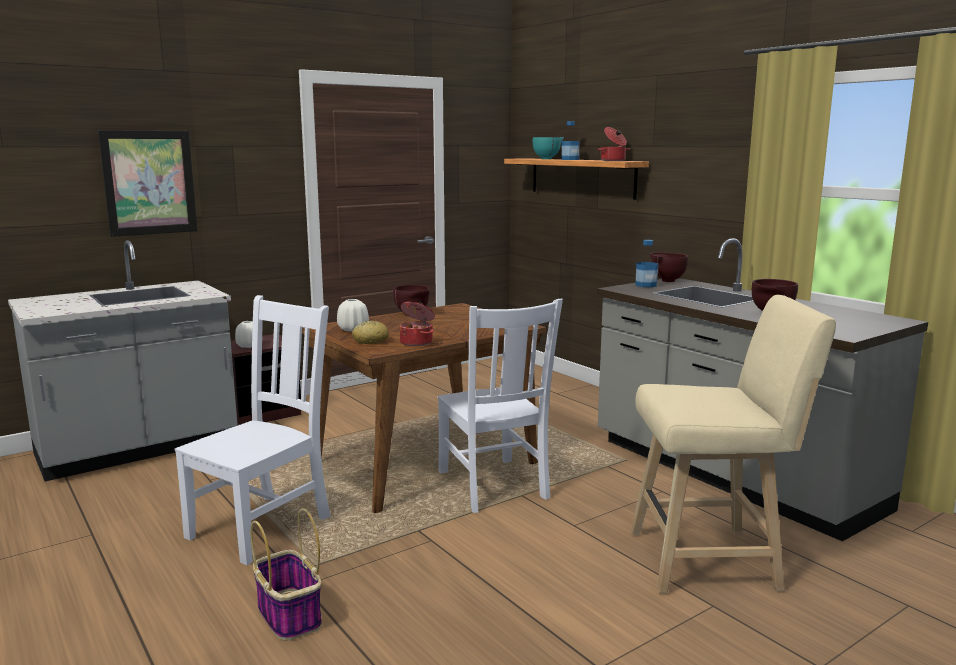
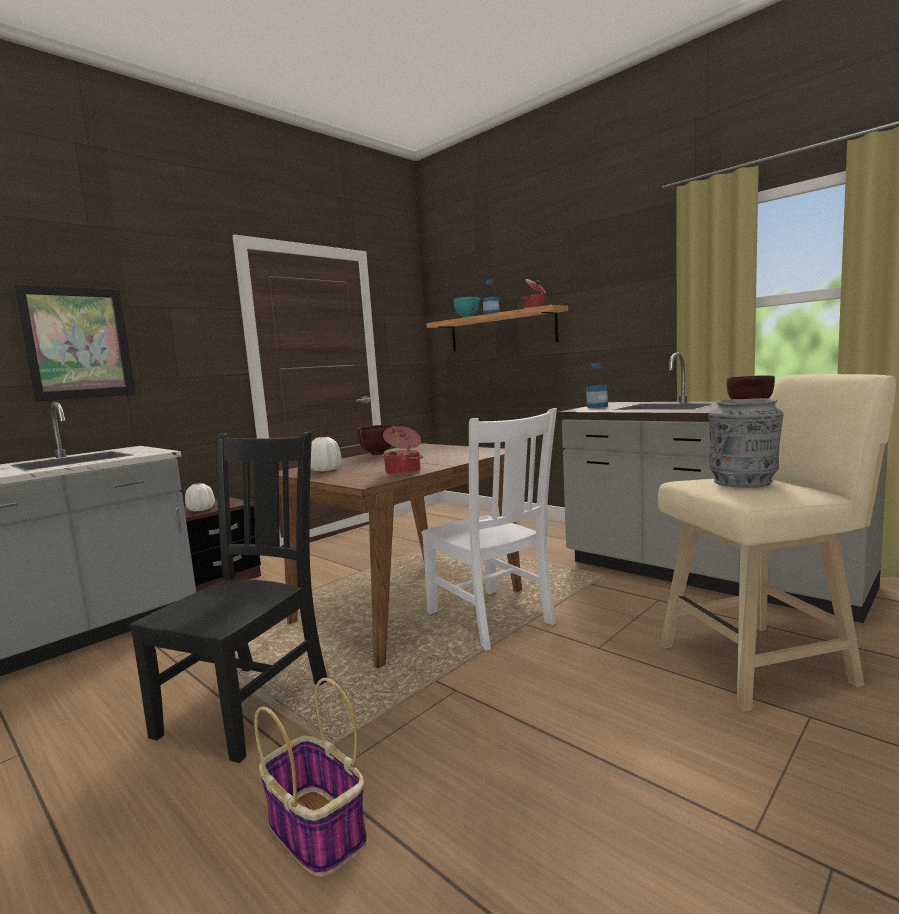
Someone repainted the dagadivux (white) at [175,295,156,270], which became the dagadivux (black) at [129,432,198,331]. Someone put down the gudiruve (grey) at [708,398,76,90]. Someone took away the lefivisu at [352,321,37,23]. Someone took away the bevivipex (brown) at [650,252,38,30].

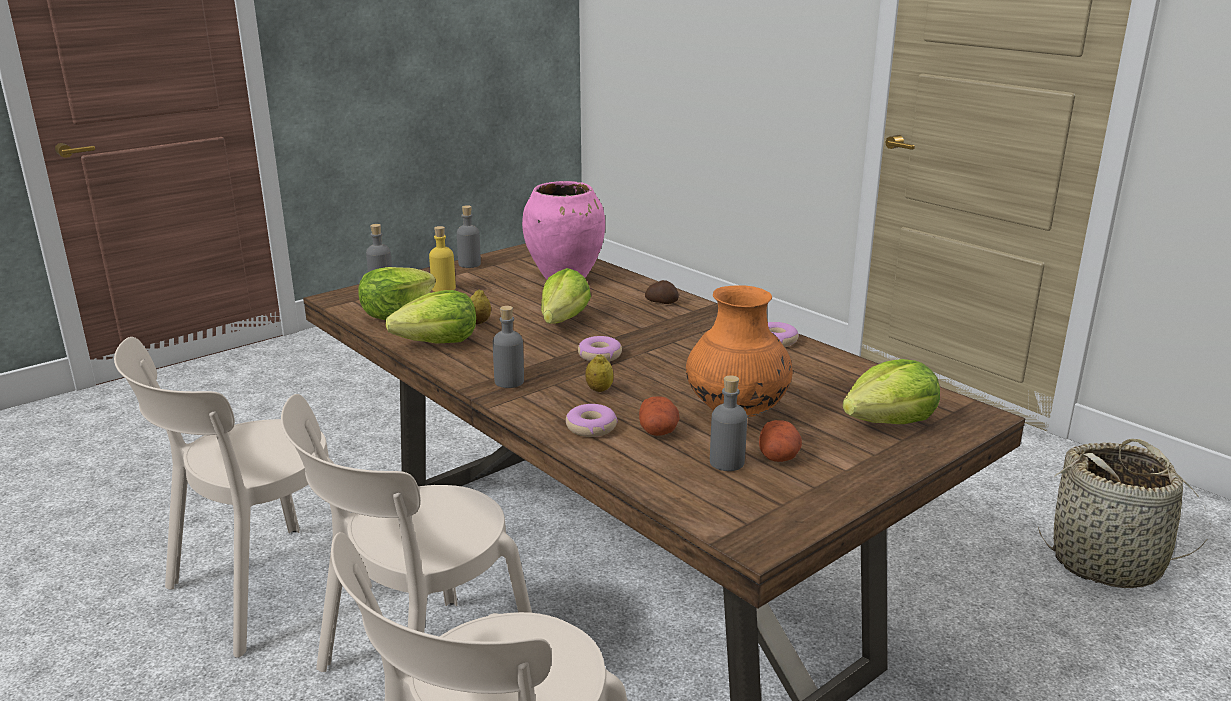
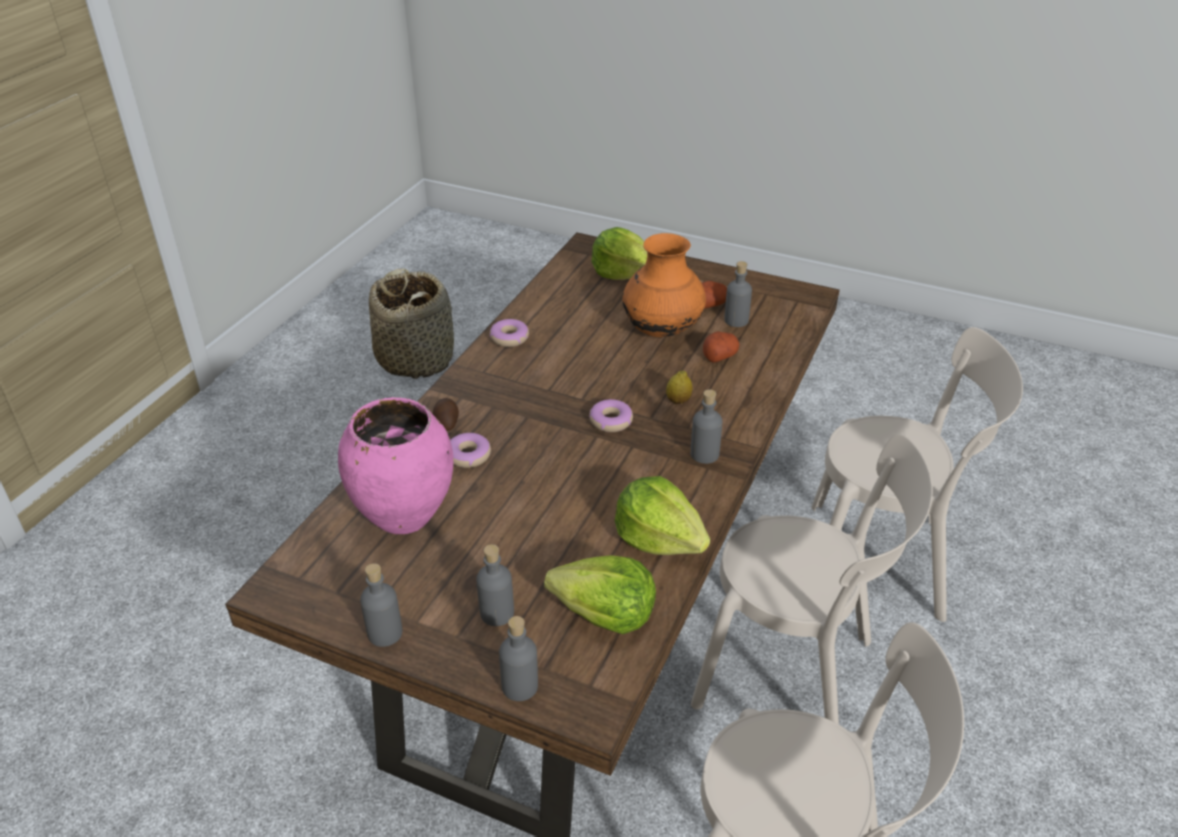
Someone carried the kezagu from [566,404,52,33] to [450,433,41,35]. Someone repainted the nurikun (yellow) at [429,226,27,66], which became the nurikun (grey) at [476,544,38,82]. Someone took away the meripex at [470,289,21,35]. Someone took away the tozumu at [541,268,50,56].

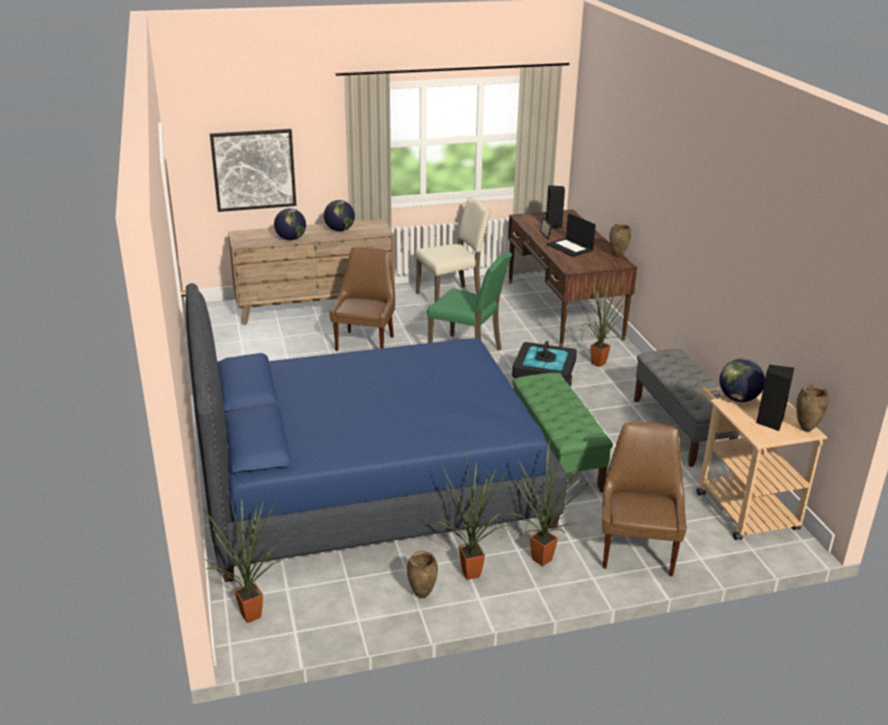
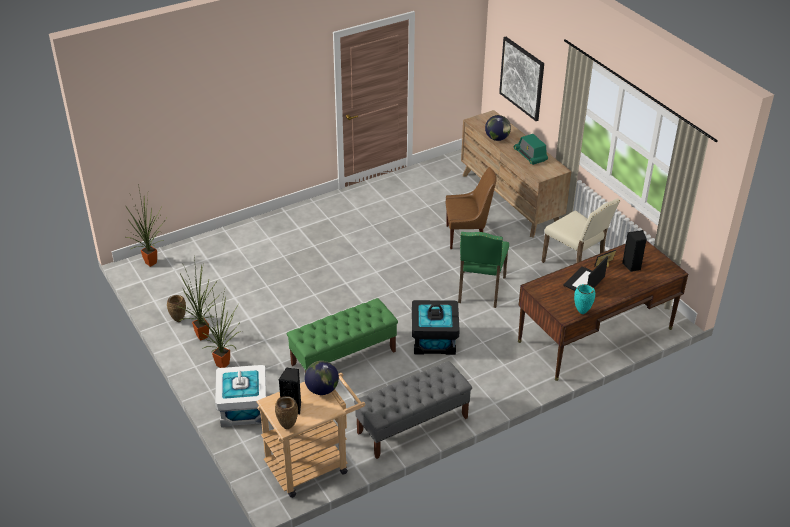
Someone swapped the dagadivux (brown) at [602,422,85,154] for the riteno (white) at [215,365,51,62]. Someone swapped the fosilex at [324,200,31,31] for the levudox at [514,134,34,31]. Someone repainted the gudiruve (brown) at [609,224,22,34], which became the gudiruve (turquoise) at [574,284,21,30]. Someone took away the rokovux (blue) at [185,283,382,299]. Someone took away the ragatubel at [578,265,54,102].

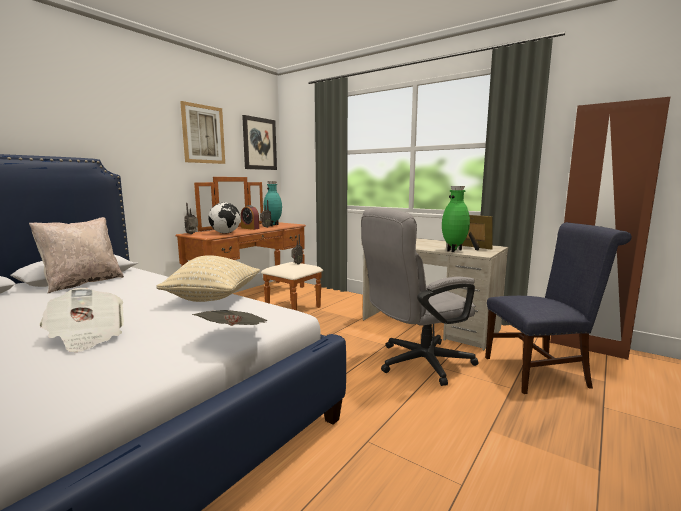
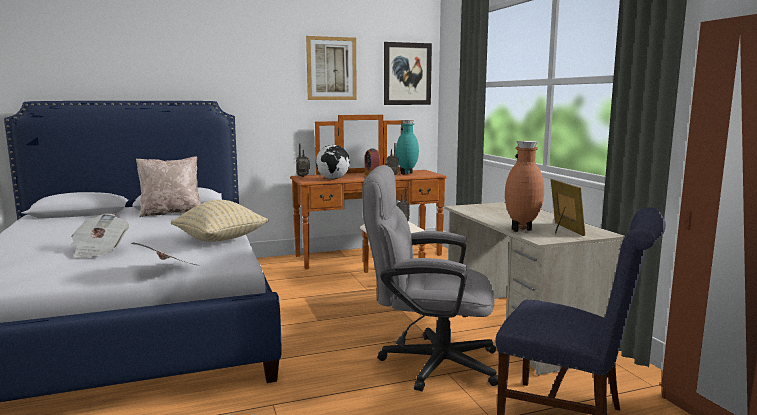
Someone repainted the gudiruve (green) at [442,186,28,66], which became the gudiruve (brown) at [505,141,39,91].

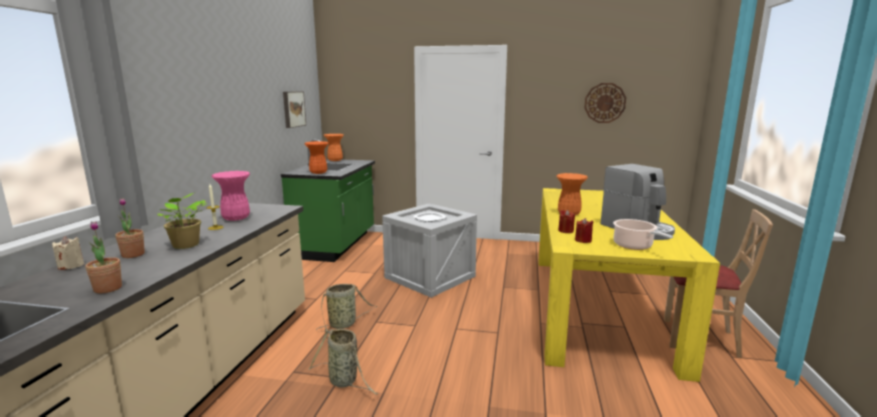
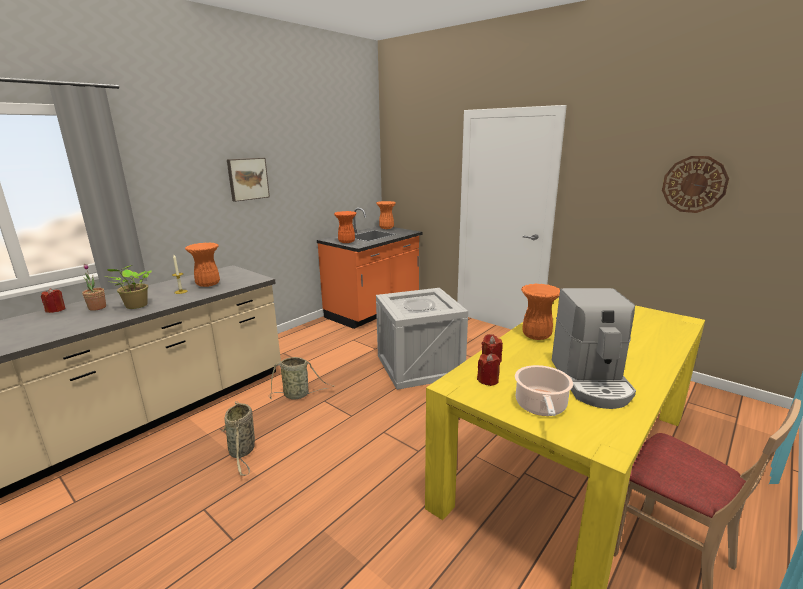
Someone repainted the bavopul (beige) at [52,236,32,34], which became the bavopul (red) at [41,288,24,25]. Someone repainted the gudiruve (pink) at [212,171,38,50], which became the gudiruve (orange) at [185,243,35,44]. Someone carried the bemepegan from [283,92,23,36] to [227,158,43,44]. Someone repainted the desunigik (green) at [281,140,94,122], which became the desunigik (orange) at [317,208,105,121]. Someone took away the ragatubel at [85,221,37,72].

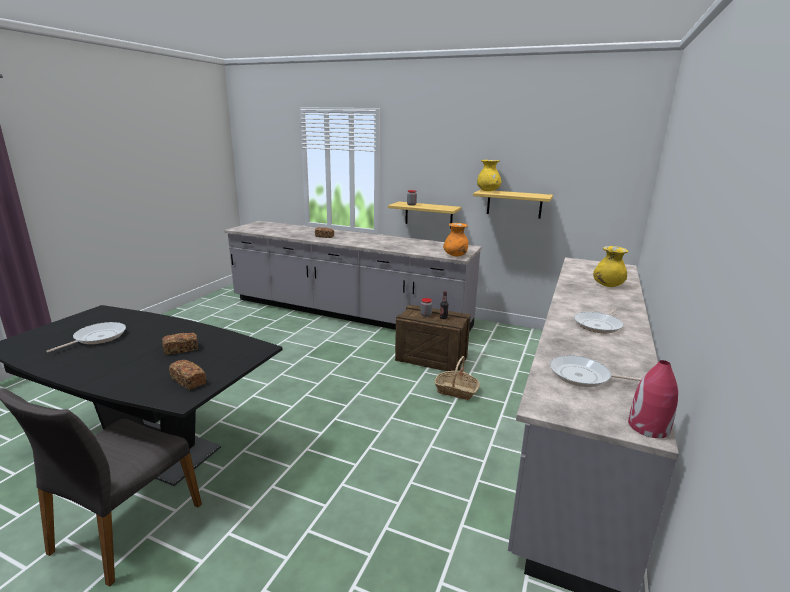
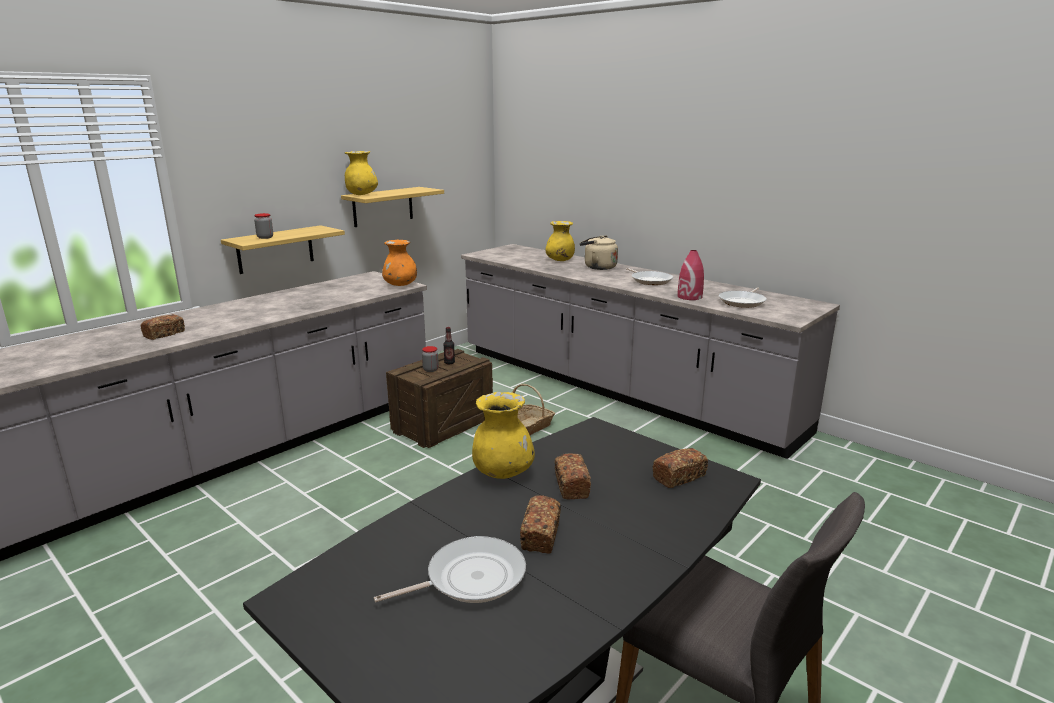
Someone rotated the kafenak at [46,322,80,31] by 105 degrees clockwise. Someone put down the gudiruve (yellow) at [472,392,63,87]. Someone put down the lefivisu at [520,495,41,59]. Someone put down the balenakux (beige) at [580,235,38,35]. Someone carried the gudiruve (red) from [628,360,50,78] to [677,250,27,50].

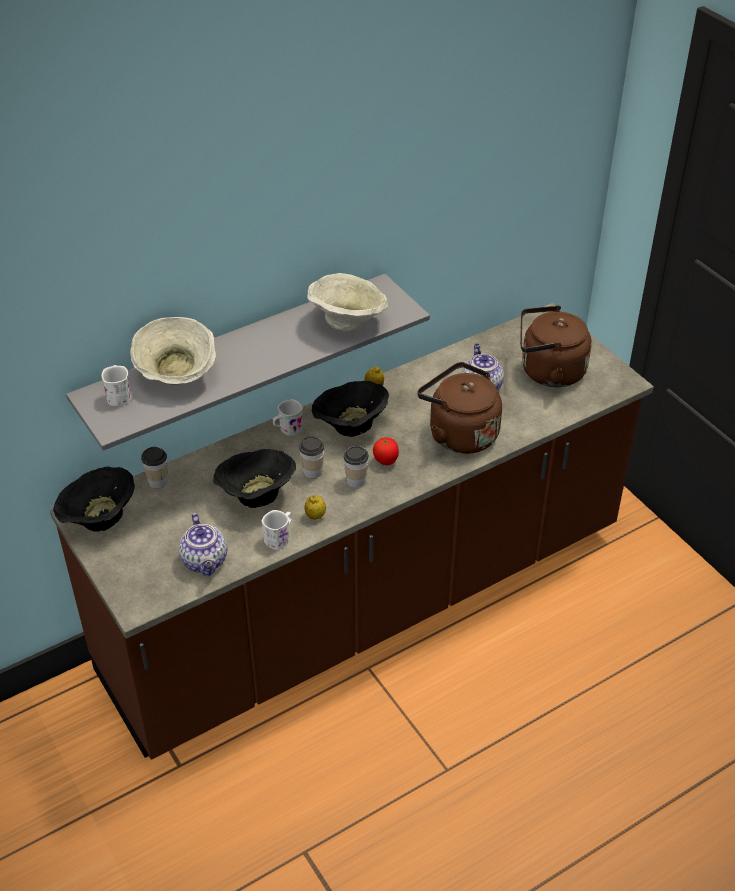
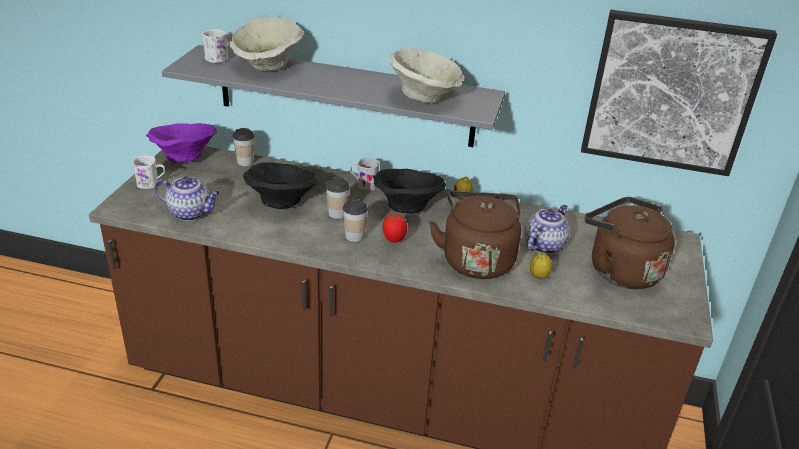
Someone carried the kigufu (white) from [262,510,30,40] to [132,156,33,33]. Someone repainted the bevivipex (black) at [53,466,82,66], which became the bevivipex (purple) at [146,123,71,40]. Someone rotated the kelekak at [178,513,50,63] by 105 degrees counterclockwise. Someone carried the meripex from [304,495,22,25] to [530,251,22,28]. Someone put up the bemepegan at [581,10,196,166].

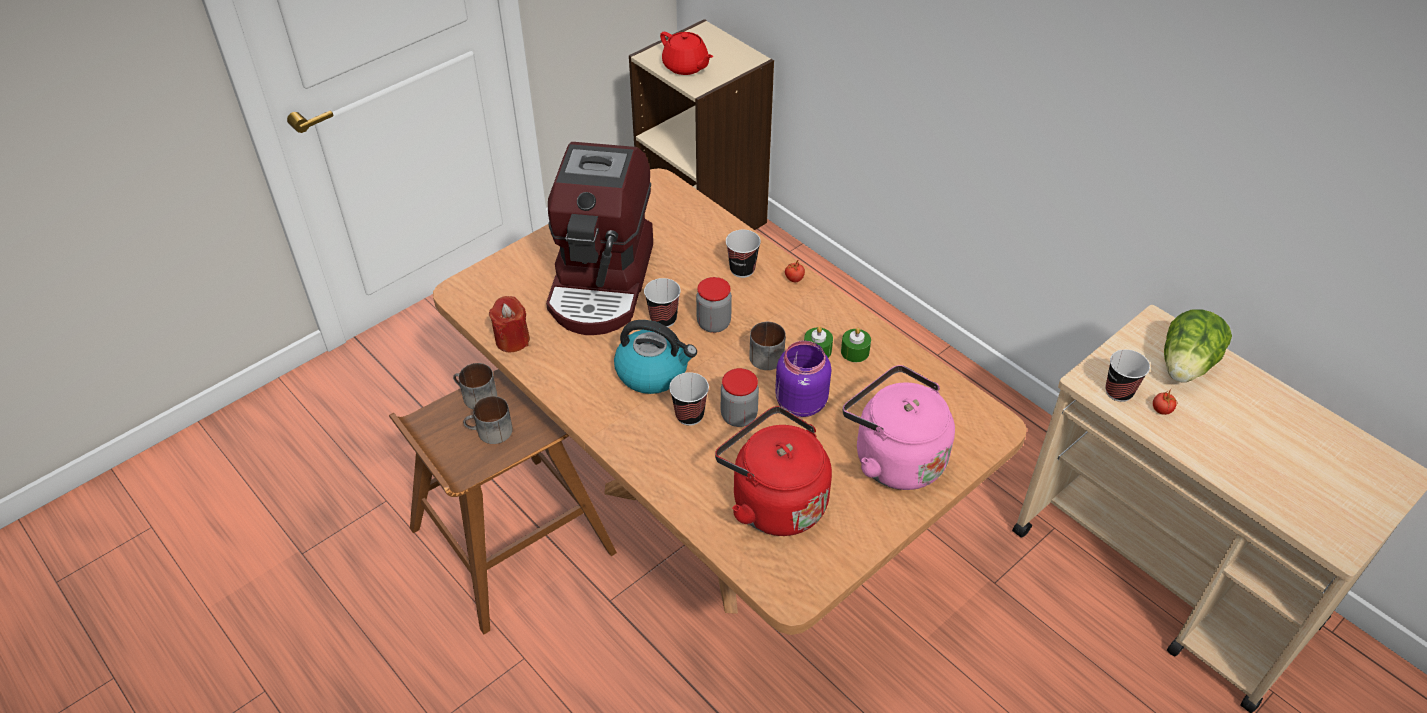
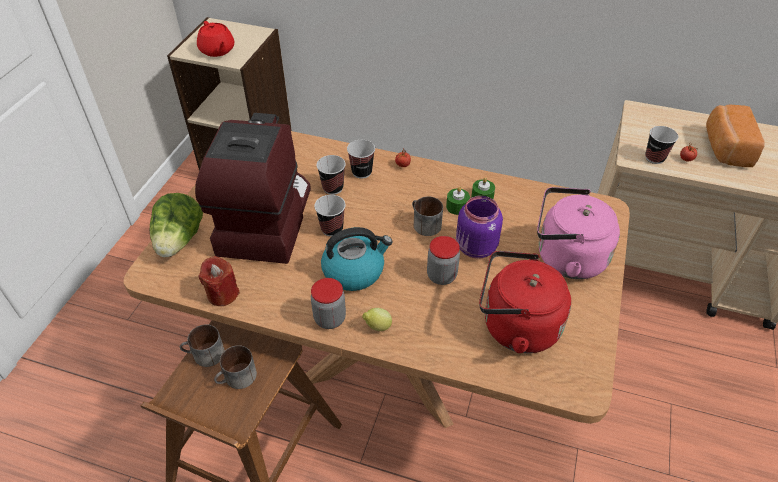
Someone carried the tozumu from [1164,309,68,73] to [150,193,53,64]. Someone rotated the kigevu at [546,142,107,193] by 150 degrees counterclockwise. Someone rotated the kelekak (red) at [660,32,54,43] by 45 degrees clockwise. Someone carried the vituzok from [696,277,36,56] to [311,278,35,51]. Someone carried the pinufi from [669,372,40,54] to [316,155,30,40]. Someone put down the meripex at [362,308,30,23]. Someone put down the lefivisu at [706,104,58,63].

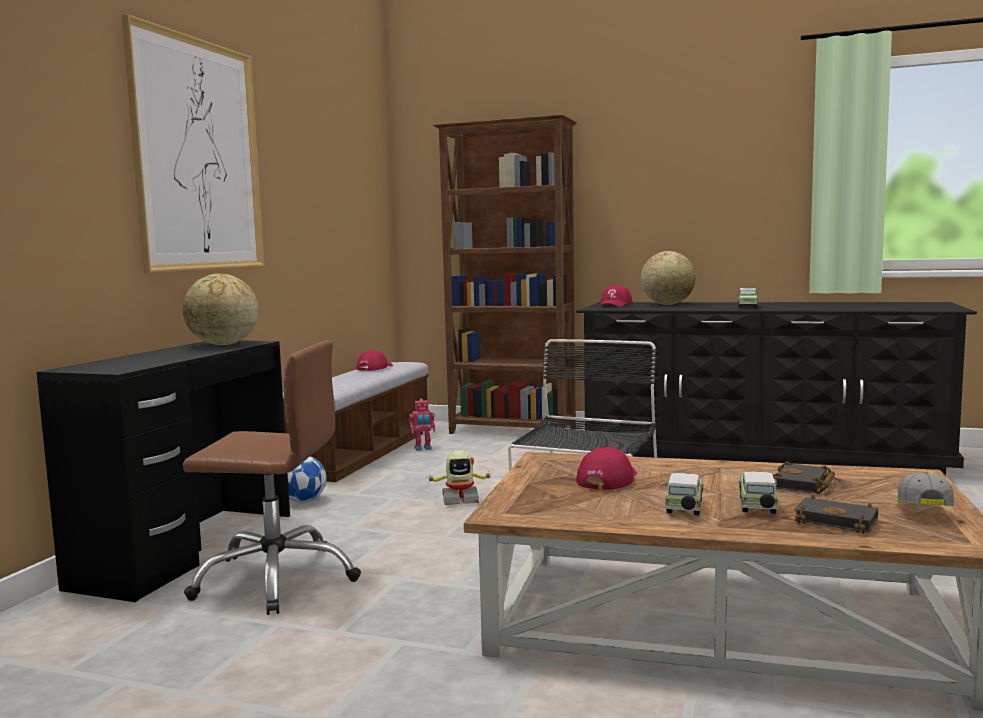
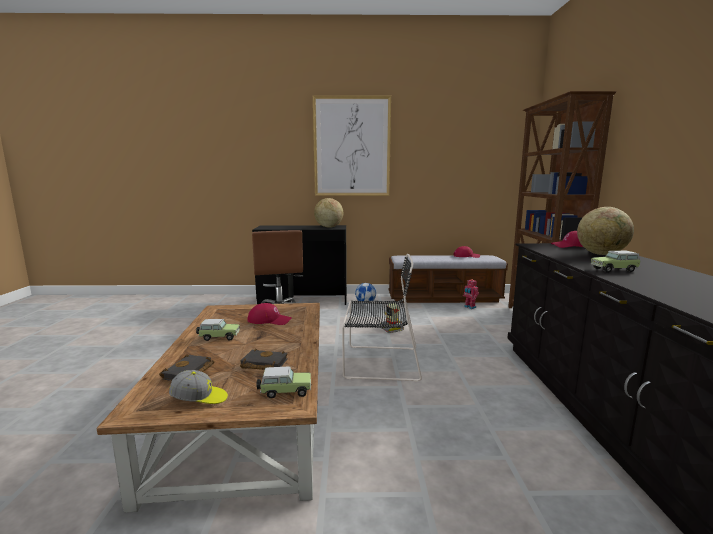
Someone carried the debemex from [738,472,41,42] to [256,366,55,33].

